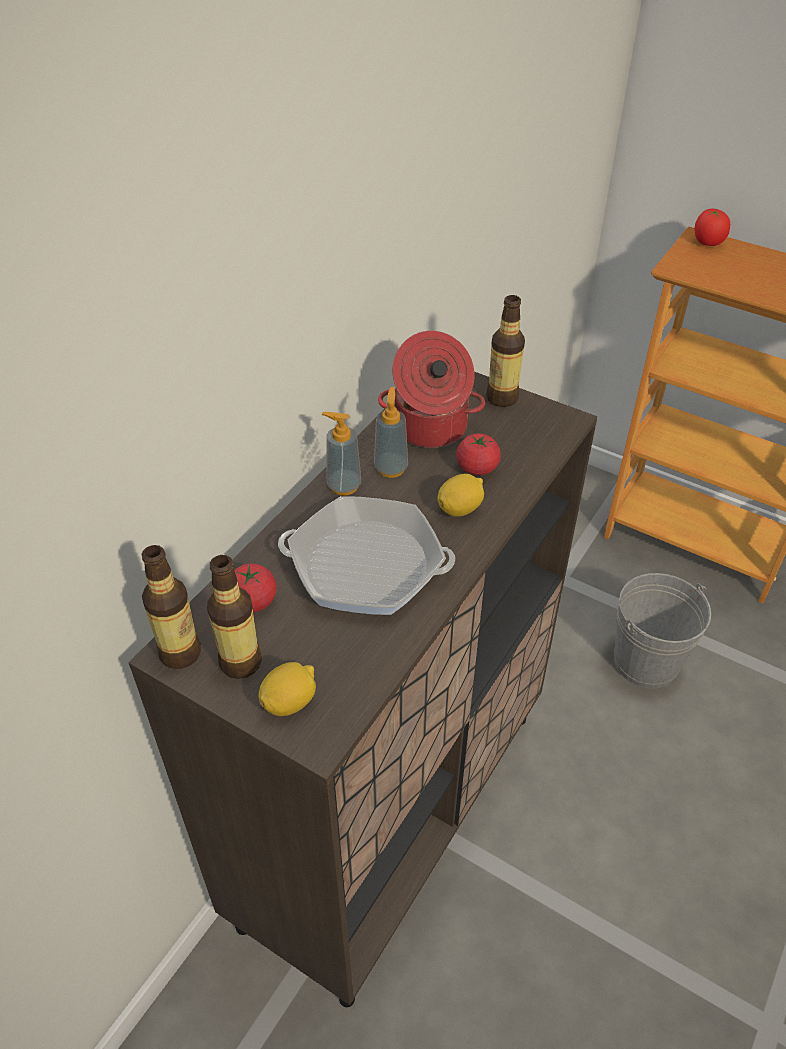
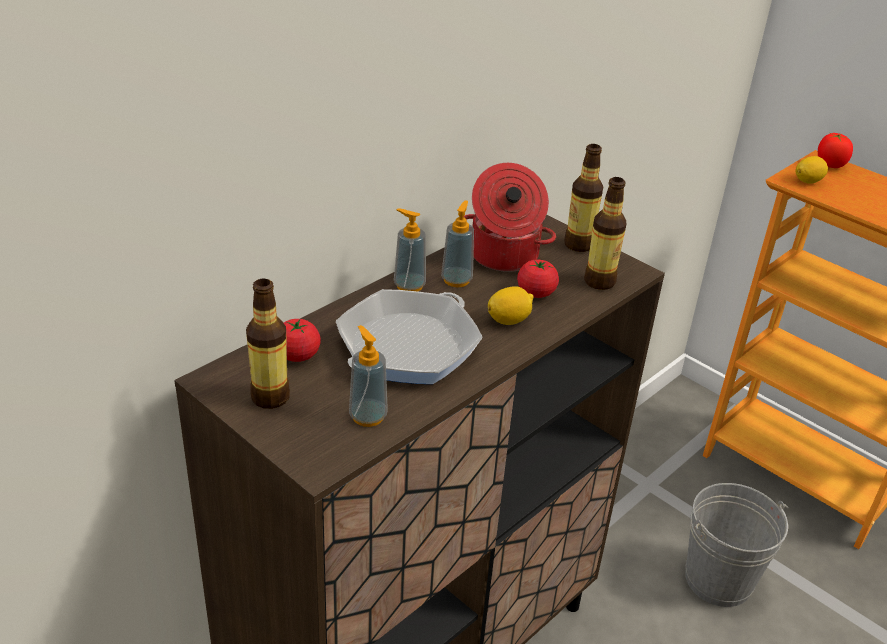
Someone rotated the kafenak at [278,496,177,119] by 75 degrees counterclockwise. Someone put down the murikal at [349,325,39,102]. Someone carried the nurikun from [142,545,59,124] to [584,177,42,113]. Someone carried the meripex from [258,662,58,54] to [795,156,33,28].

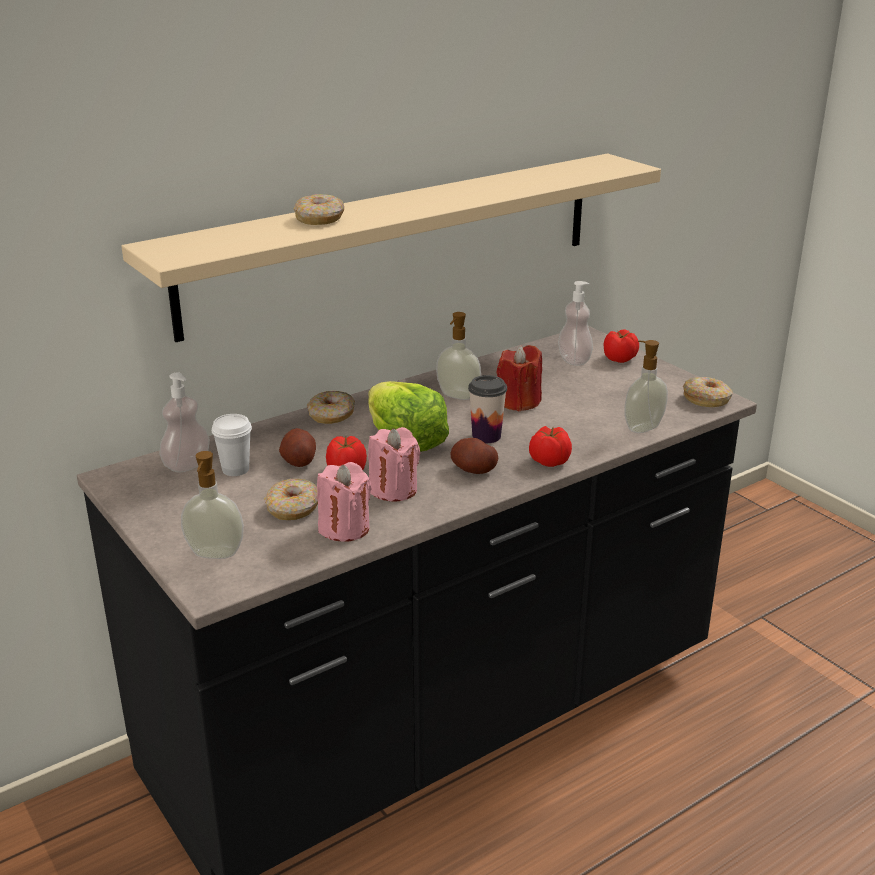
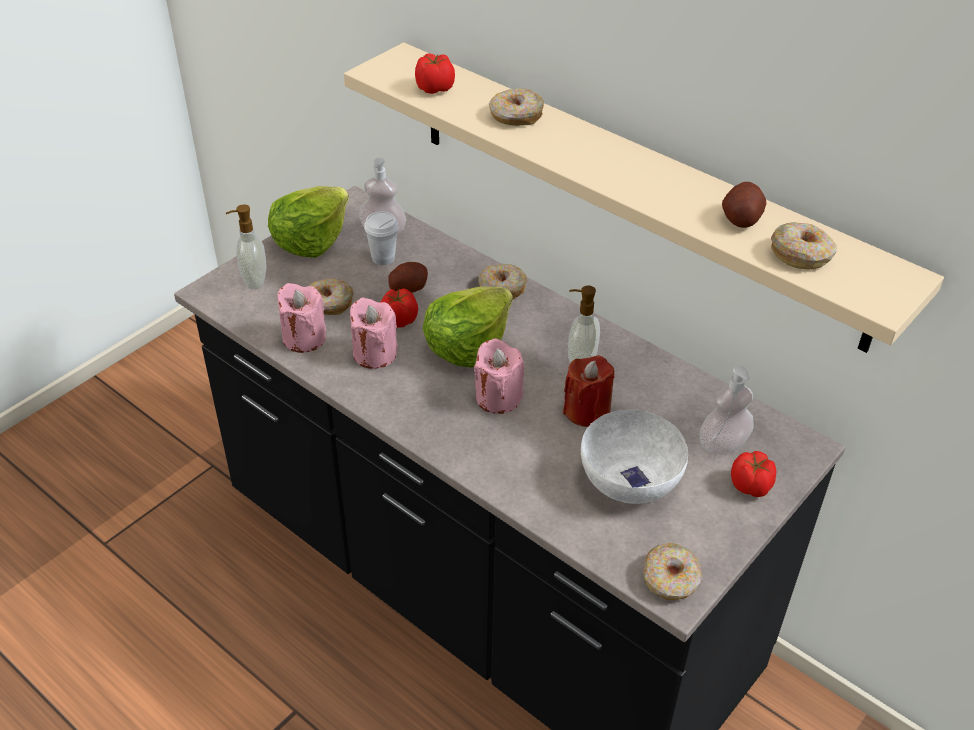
Someone put down the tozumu at [268,186,81,72]. Someone carried the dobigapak from [529,426,43,41] to [415,53,40,41]. Someone swapped the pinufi at [468,375,39,68] for the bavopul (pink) at [474,338,50,76]. Someone put down the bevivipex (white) at [581,409,107,95]. Someone carried the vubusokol from [450,438,48,36] to [722,182,44,46]. Someone put down the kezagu at [771,222,66,48]. Someone took away the murikal at [624,340,44,93].

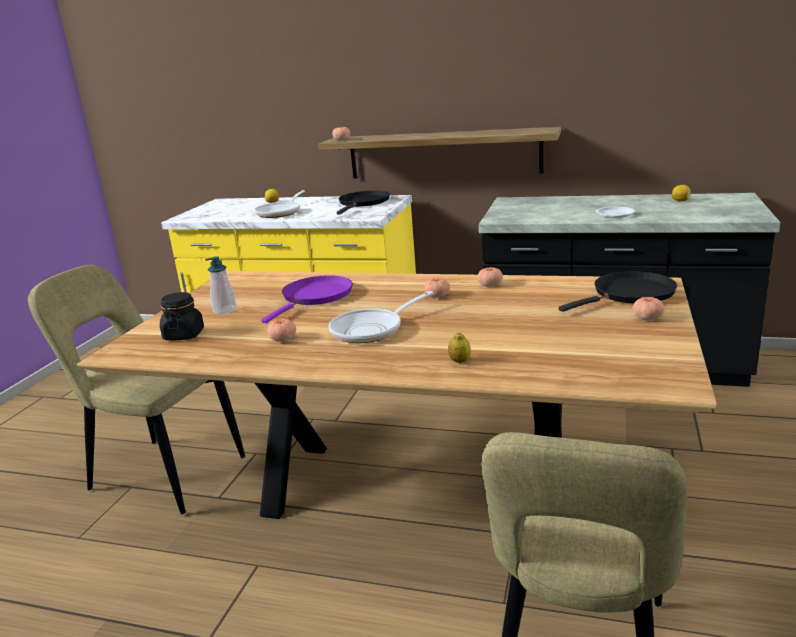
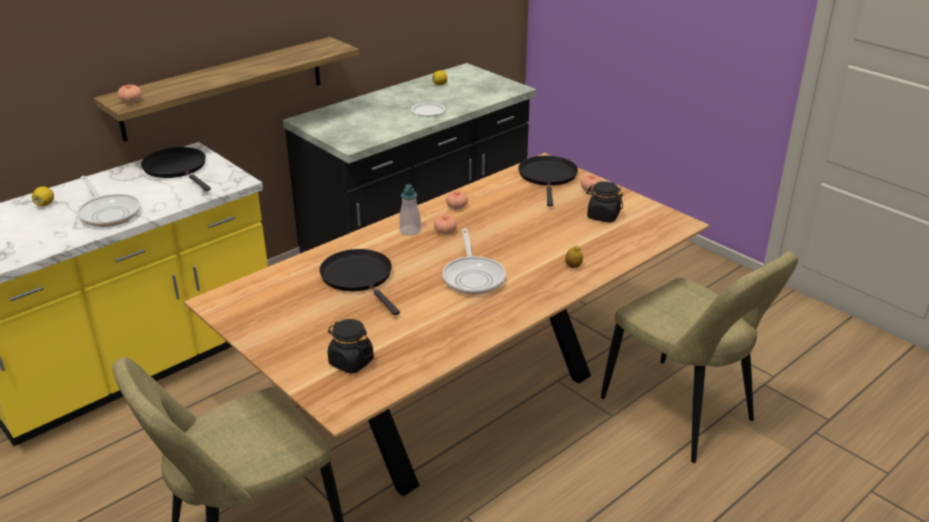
Someone repainted the kafenak (purple) at [261,275,92,48], which became the kafenak (black) at [319,249,81,67]. Someone carried the murikal from [205,256,32,58] to [399,184,22,52]. Someone put down the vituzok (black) at [586,181,37,41]. Someone took away the dobigapak at [267,319,29,23].

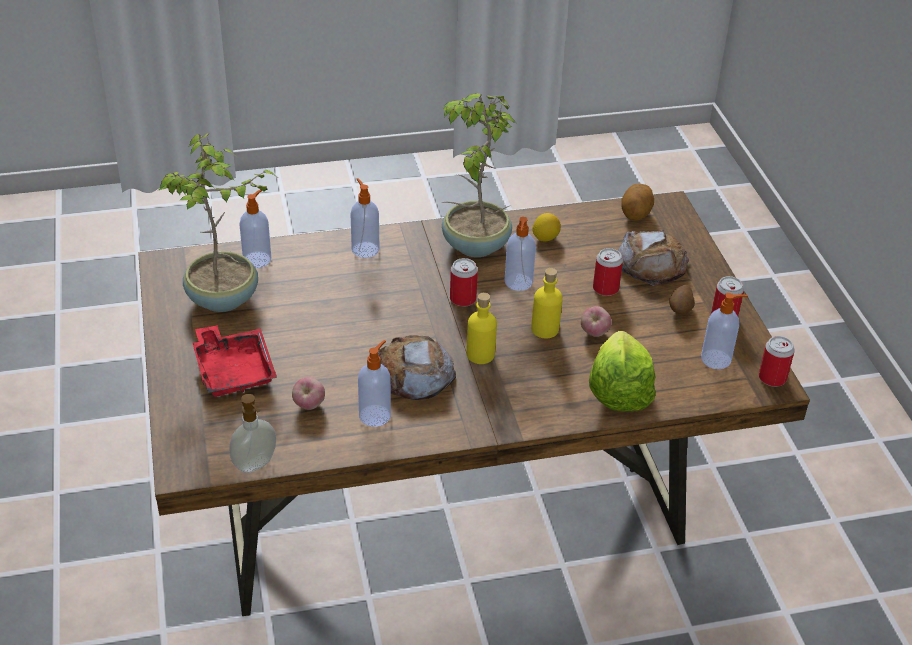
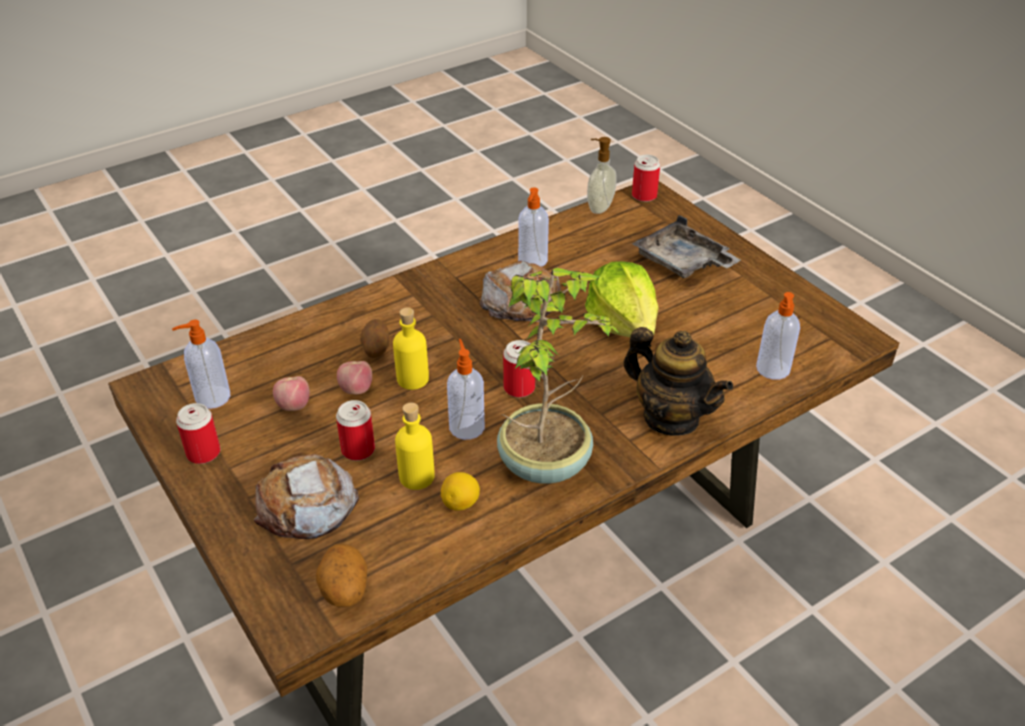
Someone carried the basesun from [292,377,33,33] to [273,376,37,35]. Someone carried the vubusokol from [669,285,26,29] to [360,319,29,39]. Someone carried the nurikun (yellow) from [466,293,31,71] to [395,403,40,87]. Someone carried the tozumu from [589,331,67,80] to [585,261,74,76]. Someone swapped the murikal at [350,178,29,80] for the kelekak at [624,327,109,108]. Someone carried the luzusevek from [759,336,36,51] to [632,155,28,47]. Someone repainted the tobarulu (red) at [193,325,84,72], which became the tobarulu (grey) at [632,215,109,63]. Someone took away the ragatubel at [159,133,118,179].

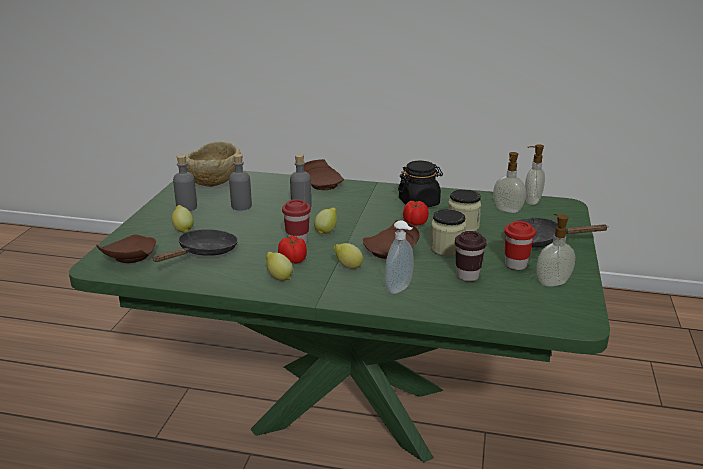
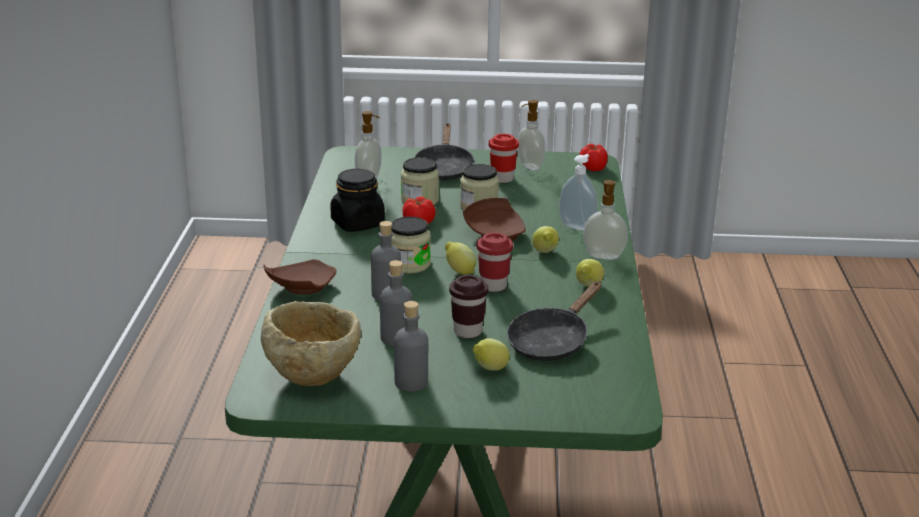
Someone put down the vituzok at [391,216,40,58]. Someone carried the pinufi (brown) from [455,231,32,51] to [449,275,39,63]. Someone rotated the kafenak (black) at [152,229,86,33] by 75 degrees counterclockwise. Someone carried the dobigapak from [278,236,29,27] to [579,144,29,27]. Someone carried the murikal from [525,144,20,61] to [583,180,45,80]. Someone took away the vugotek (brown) at [96,234,60,29].

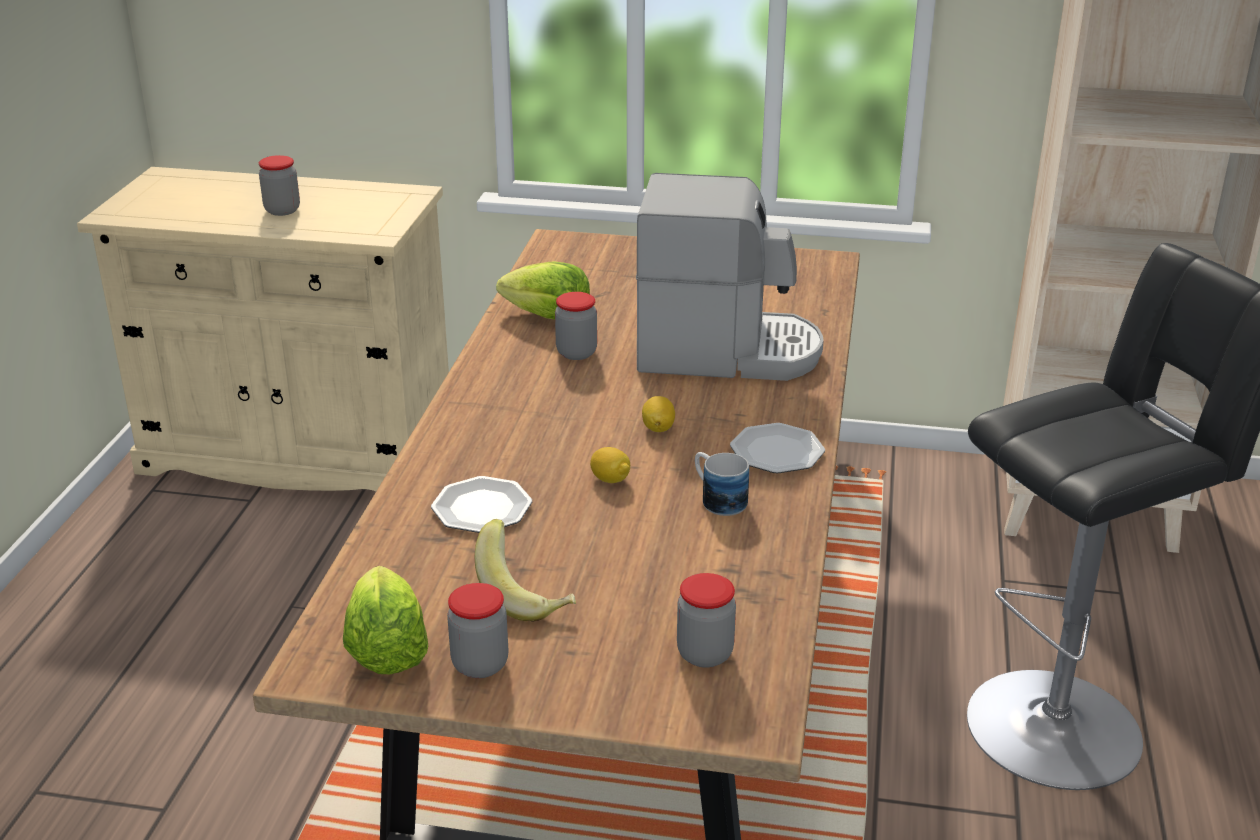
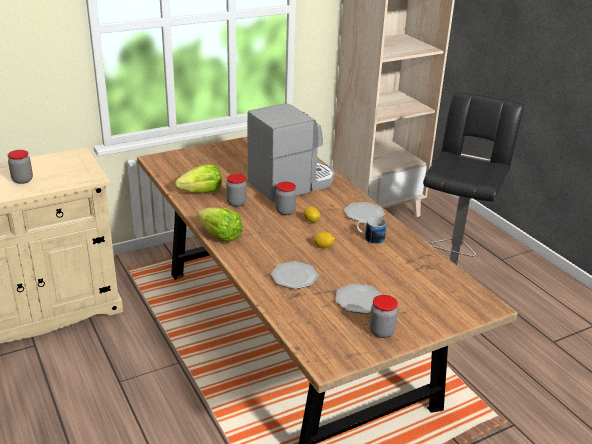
Someone carried the tozumu from [343,566,85,108] to [197,207,46,35]. Someone carried the vituzok from [677,573,59,95] to [275,182,21,33]. Someone swapped the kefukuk at [475,519,101,102] for the vugotek at [335,284,48,30].

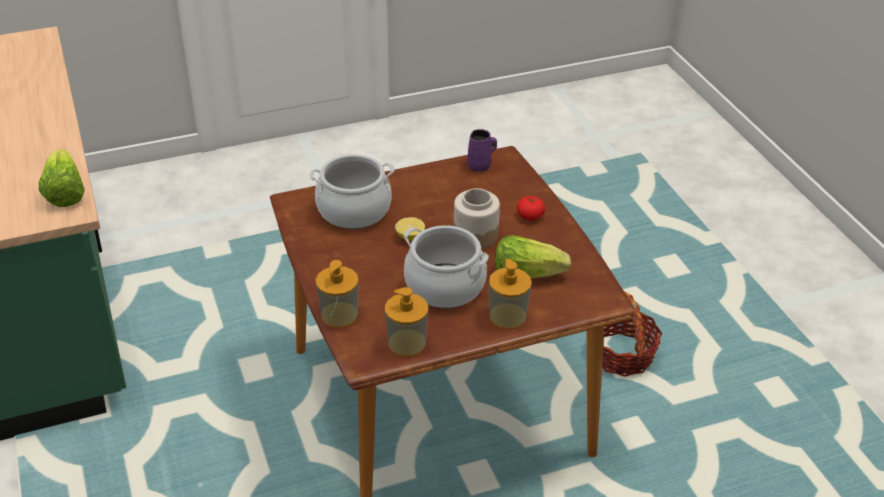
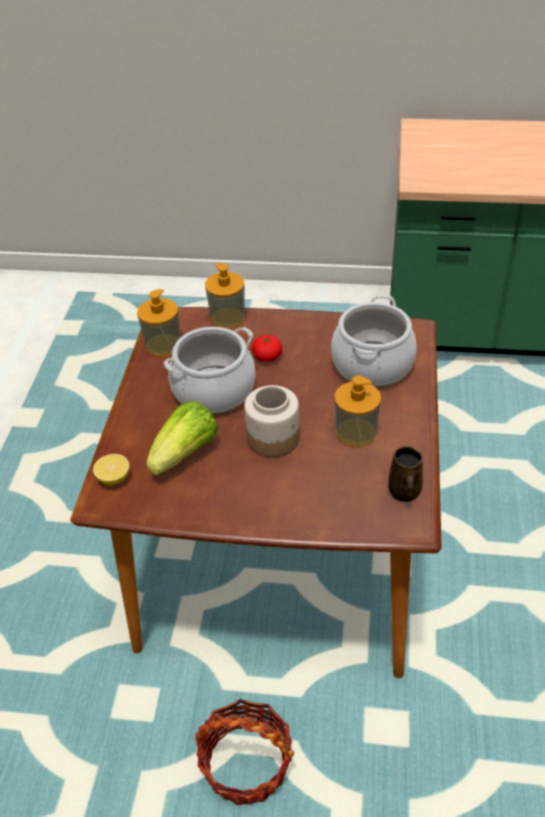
Someone carried the meripex from [395,217,30,24] to [93,454,37,32]. Someone carried the dobigapak from [517,196,28,25] to [252,335,30,27]. Someone carried the murikal from [489,259,43,70] to [334,376,47,72]. Someone repainted the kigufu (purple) at [467,129,30,43], which became the kigufu (brown) at [388,446,35,56]. Someone took away the tozumu at [39,149,46,58].

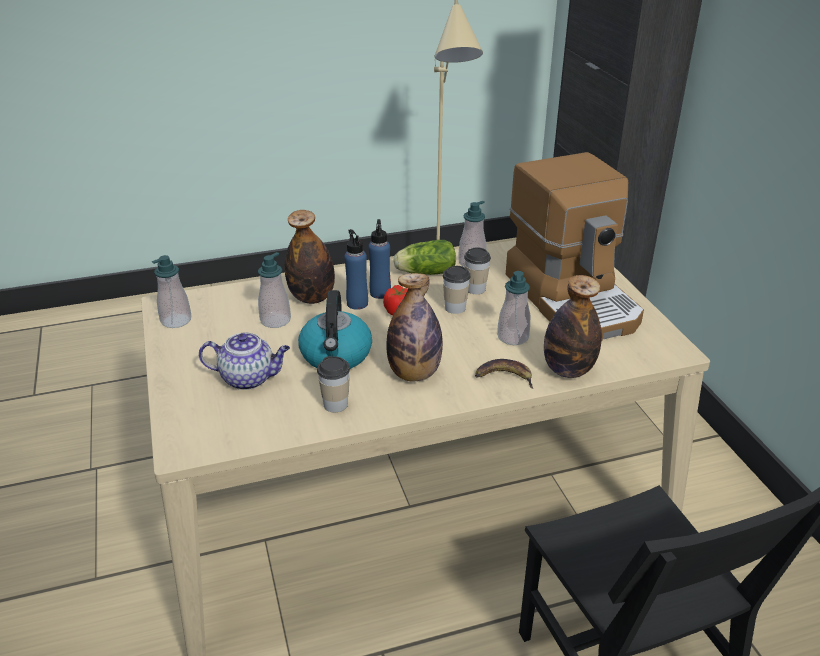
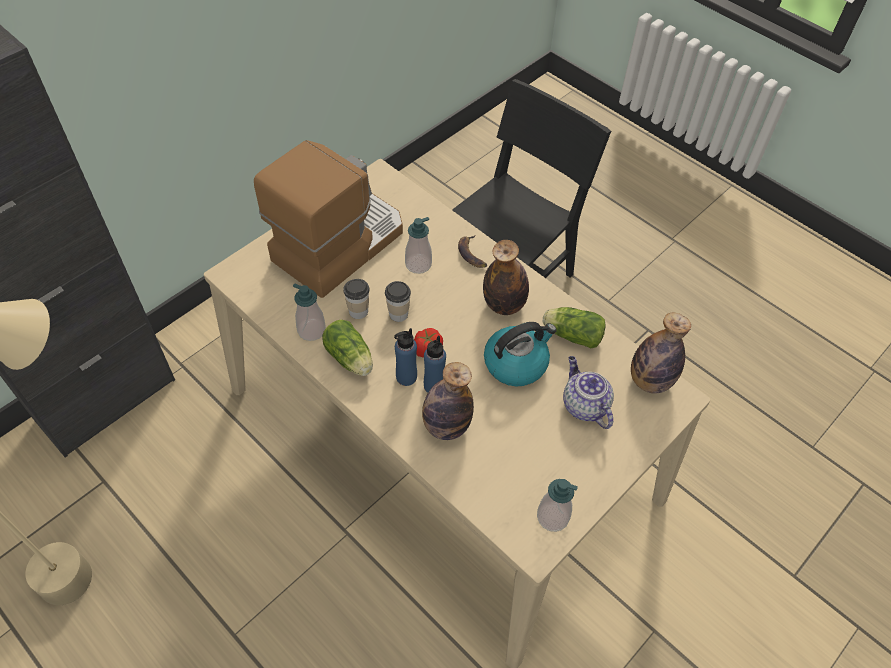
Someone swapped the pinufi at [317,356,33,56] for the tozumu at [542,307,64,42]. Someone carried the nurikun from [544,275,58,103] to [631,313,60,81]. Someone took away the murikal at [258,252,33,76].

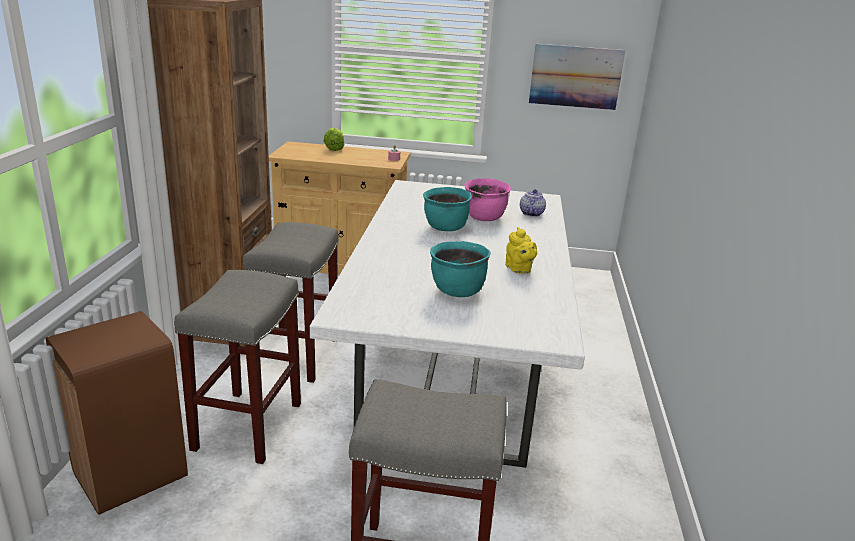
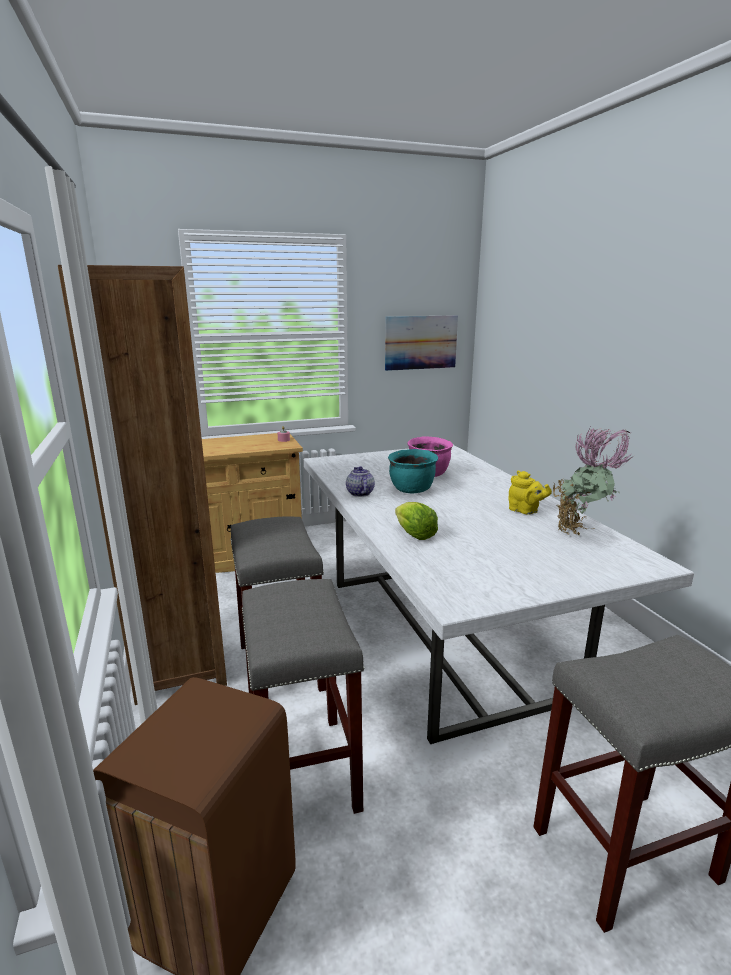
Someone carried the kelekak from [520,189,26,28] to [346,467,29,30]. Someone carried the tozumu from [324,128,20,23] to [395,502,43,38]. Someone put down the ragatubel at [553,423,81,112]. Someone took away the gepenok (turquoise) at [430,241,61,56].

